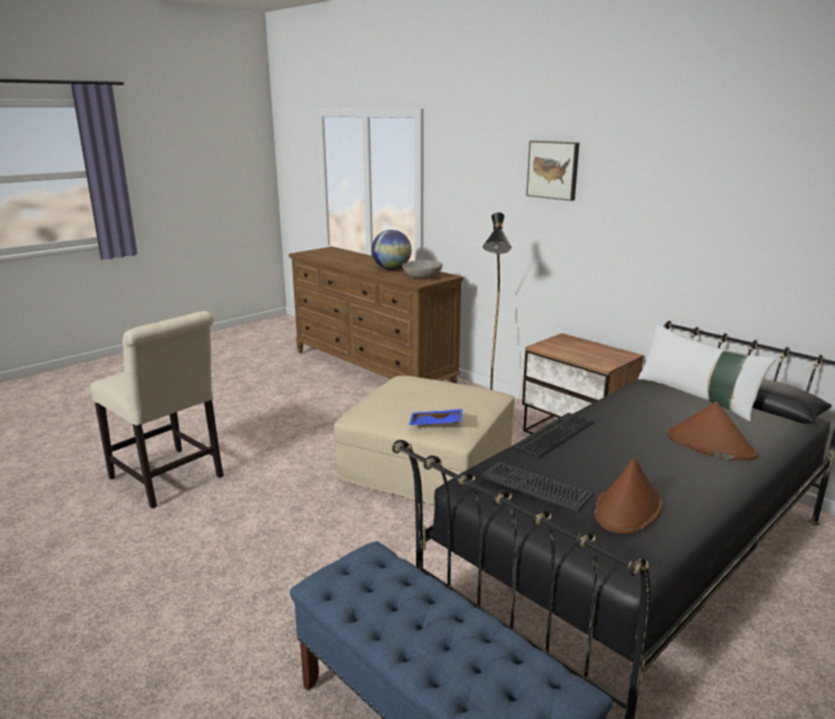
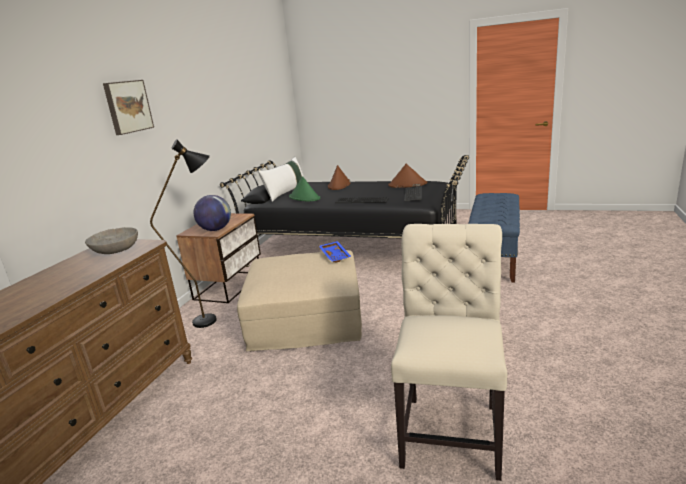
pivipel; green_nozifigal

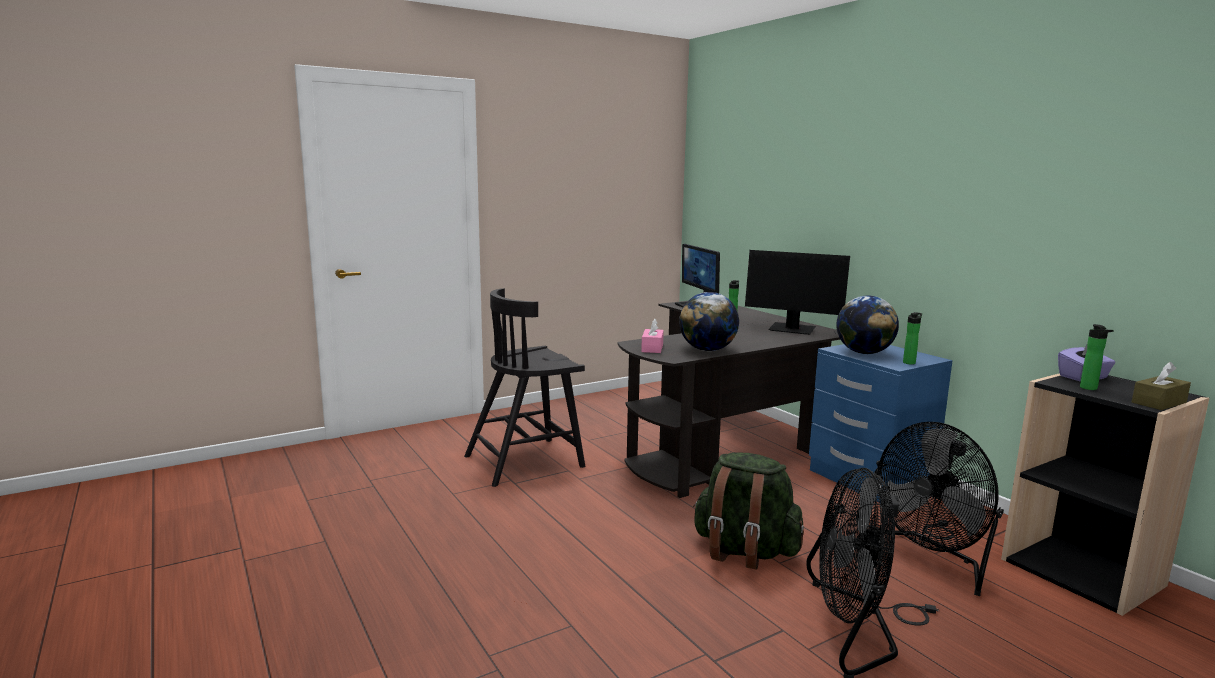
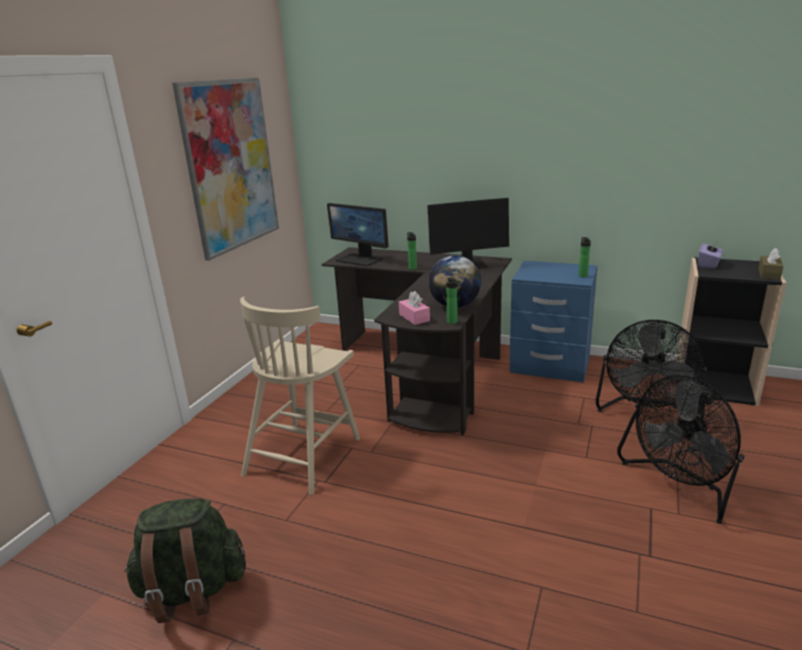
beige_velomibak; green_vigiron; pivipel (no. 2 from left in the first image); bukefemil (no. 2 from left); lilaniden

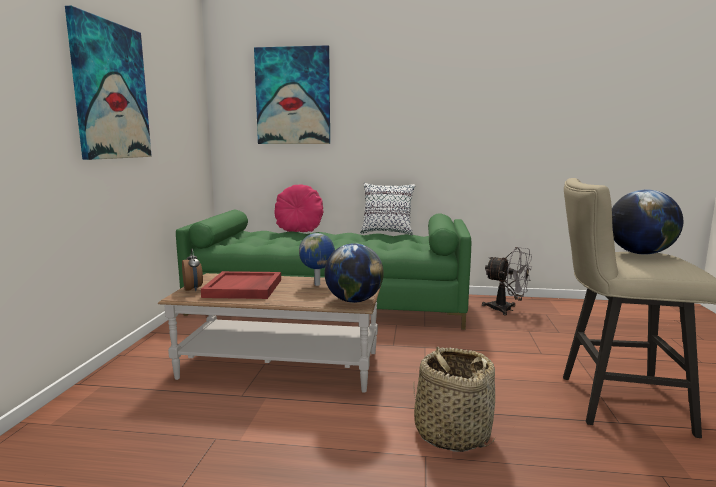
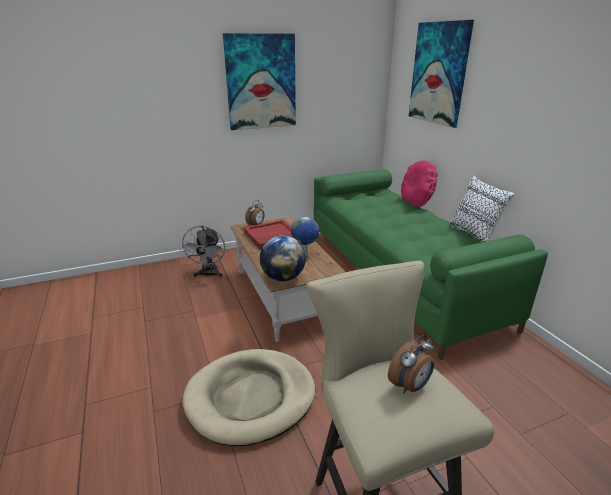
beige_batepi; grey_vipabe; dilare (no. 2 from left)

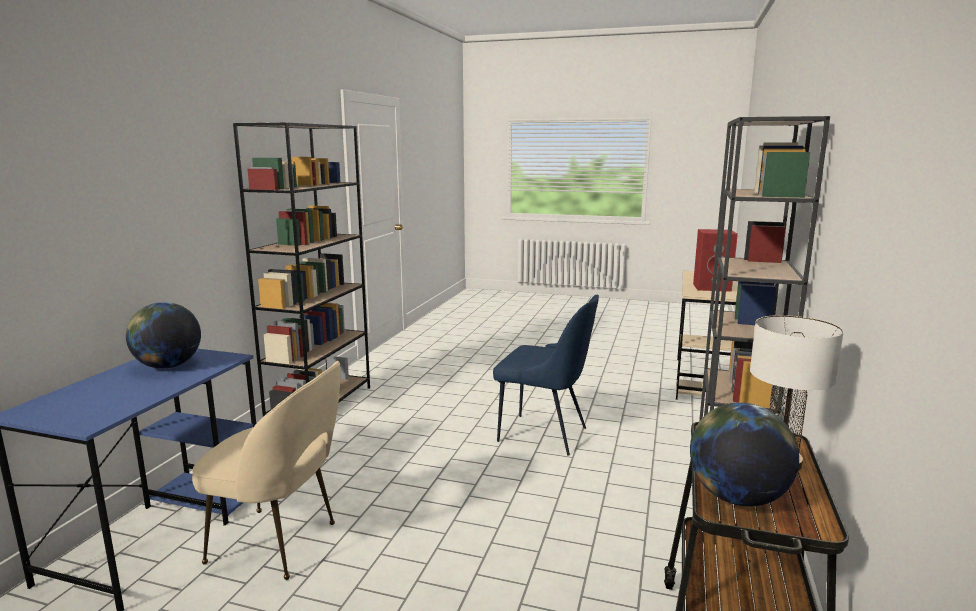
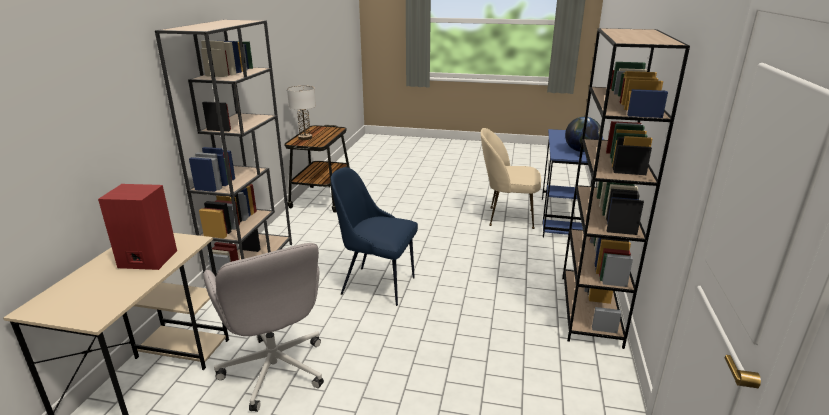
pivipel (no. 2 from left in the first image); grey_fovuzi

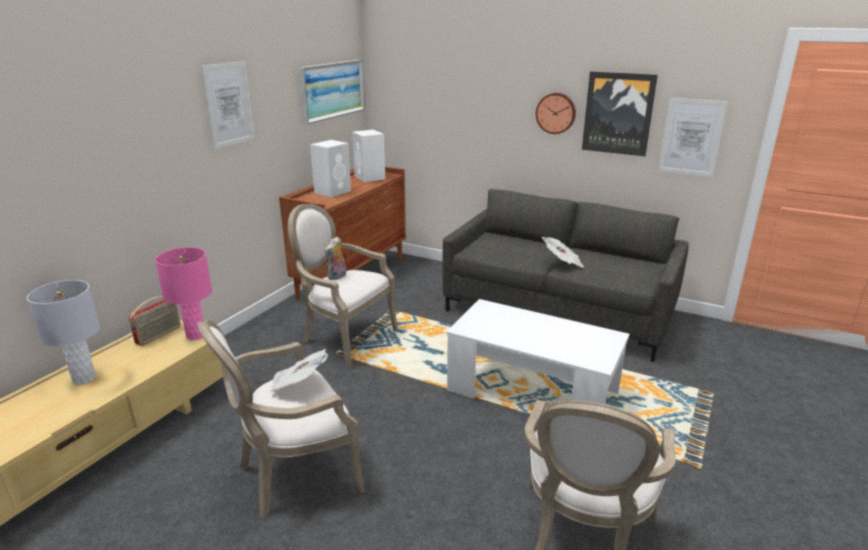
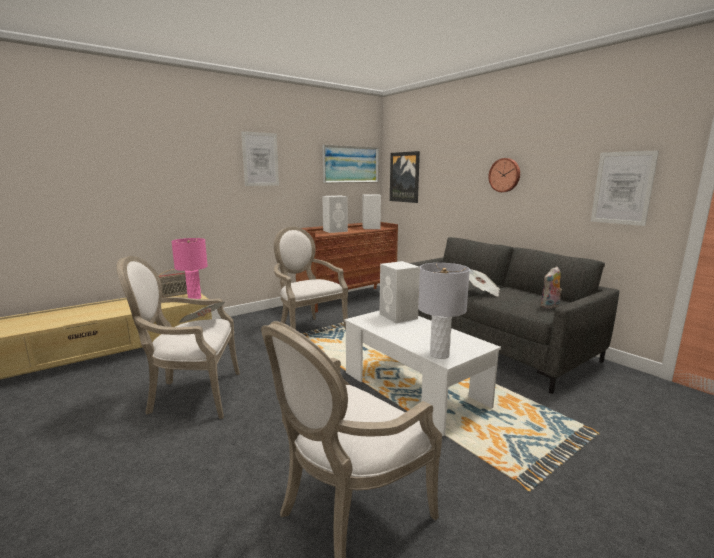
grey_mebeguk; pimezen; lilaniden (no. 3 from left); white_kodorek (no. 3 from left)

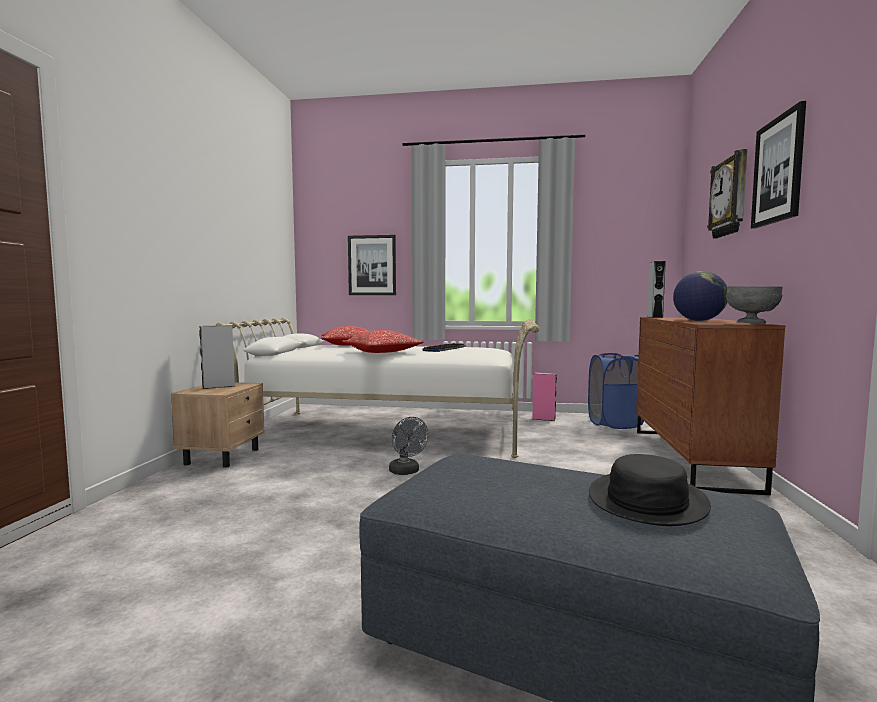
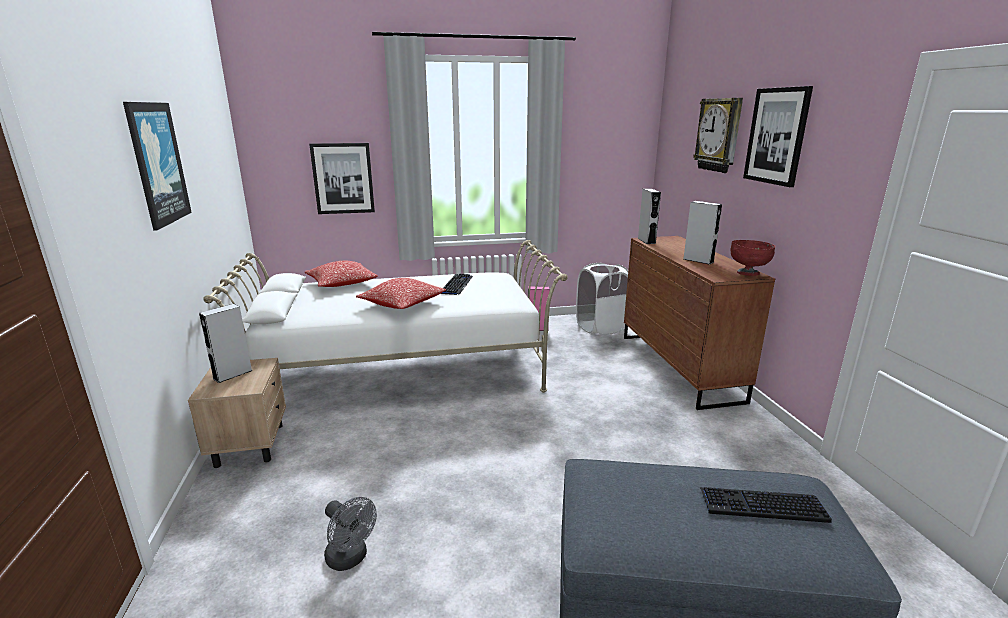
grey_vipabe; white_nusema; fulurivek (no. 2 from left); grey_kodorek (no. 3 from left); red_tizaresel; lilaniden (no. 1 from left)

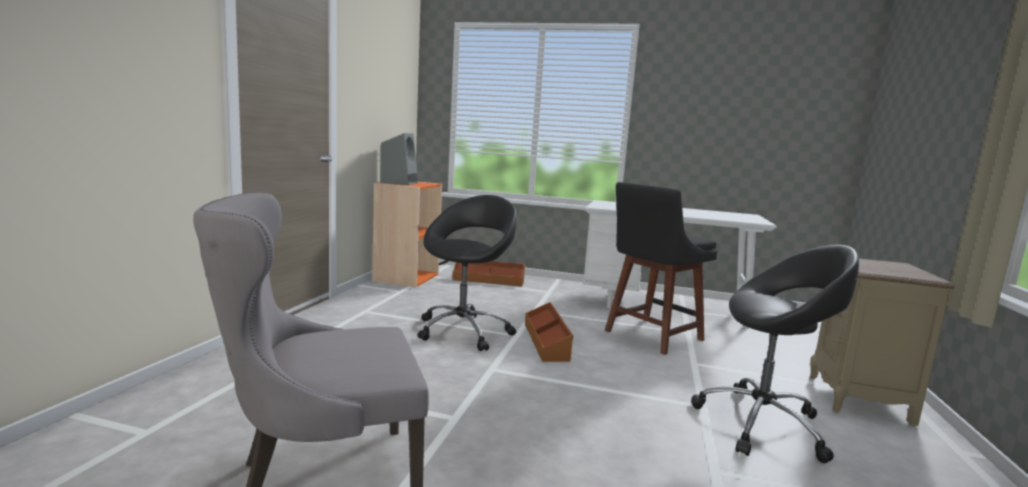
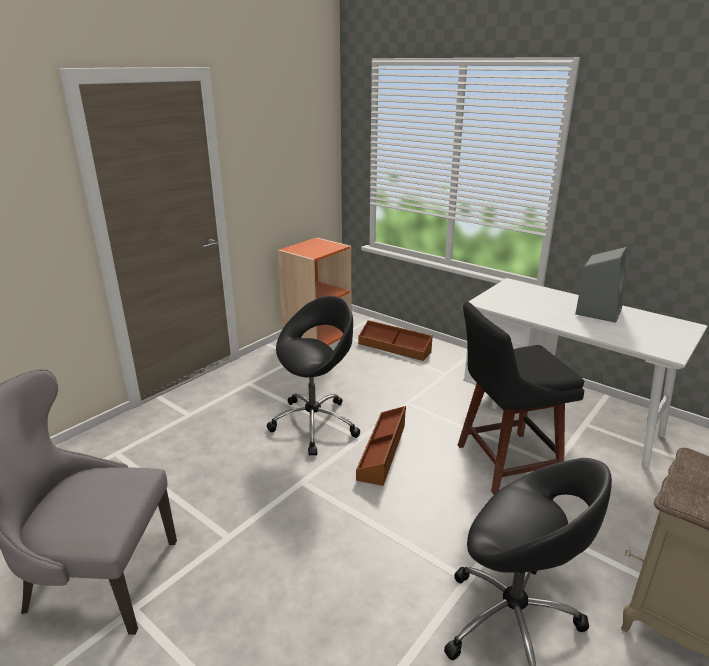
grey_kodorek

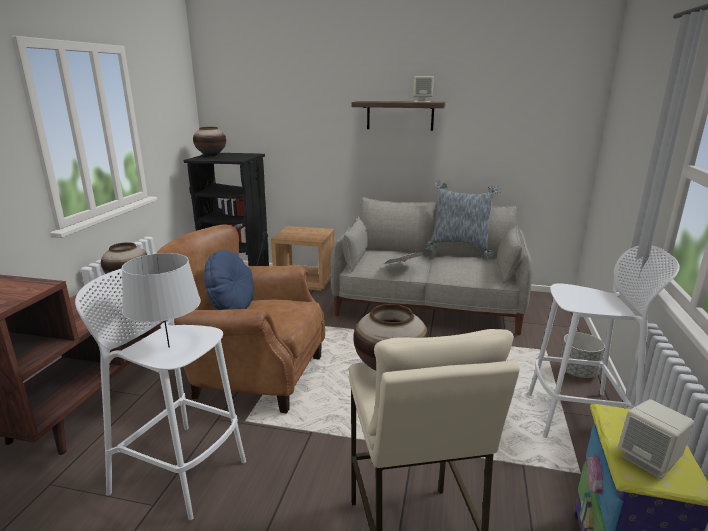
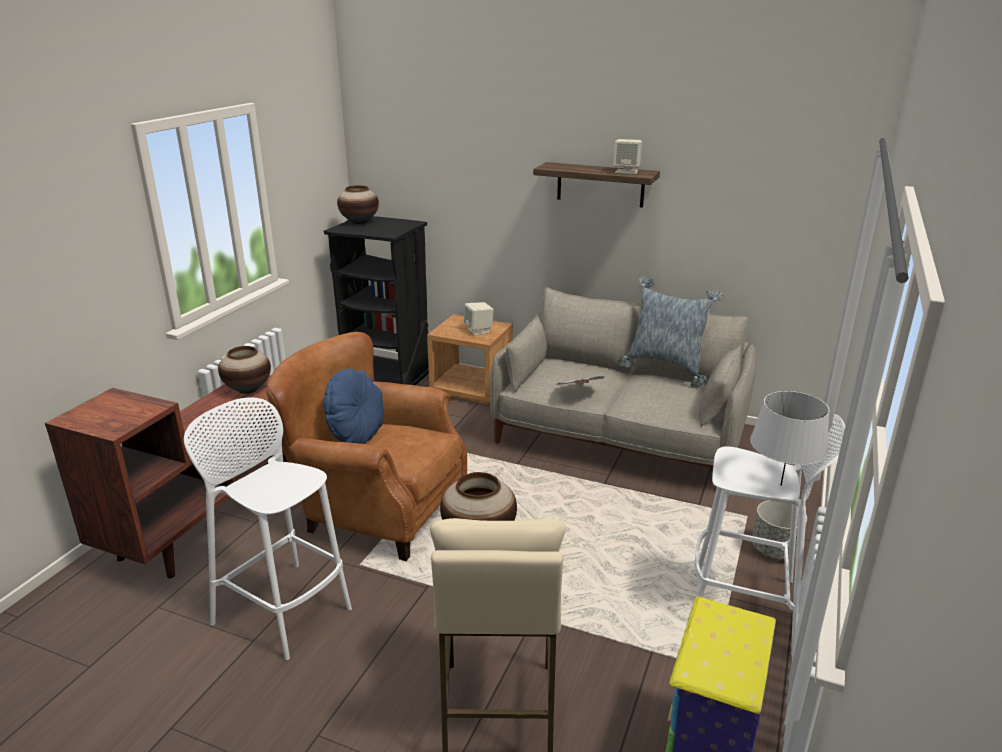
grey_mebeguk; beige_kodorek (no. 1 from left)

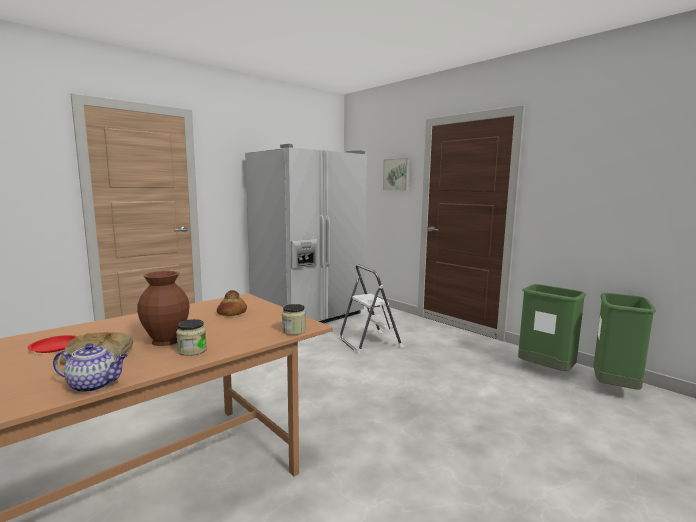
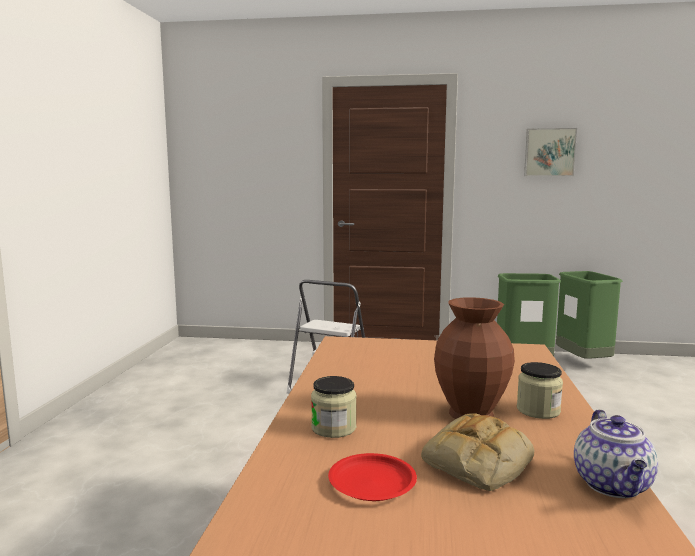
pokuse; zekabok (no. 2 from left in the first image); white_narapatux; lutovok (no. 1 from left); lilaniden

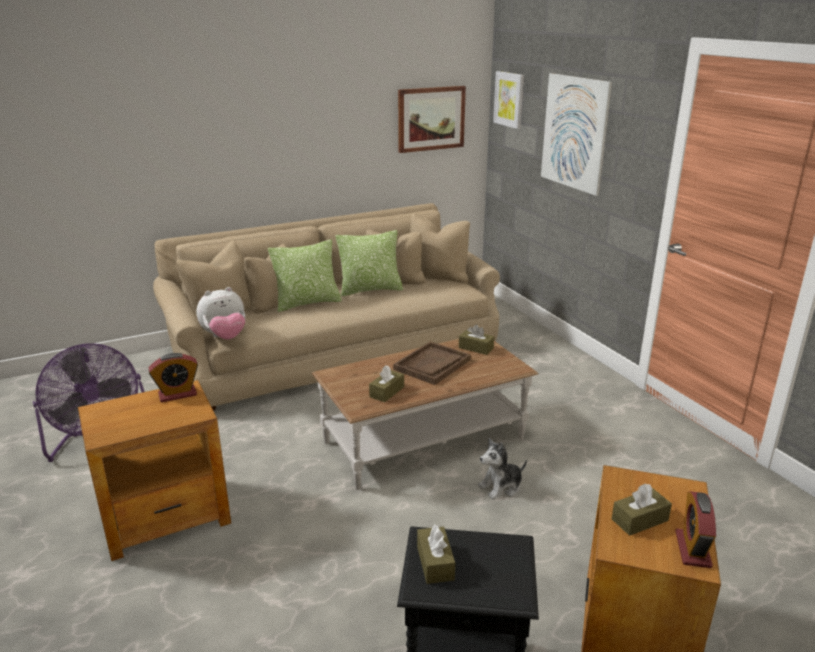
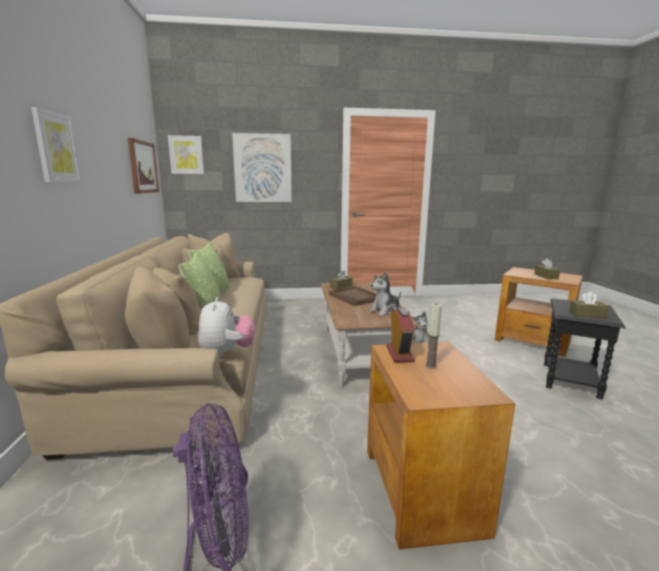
pimezen (no. 2 from left); dilare (no. 2 from left in the first image); lilaniden (no. 1 from left); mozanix

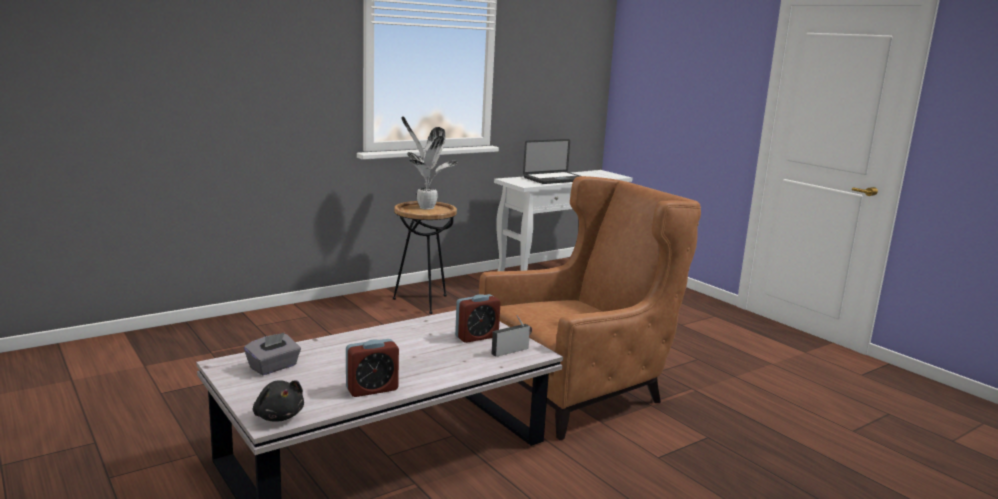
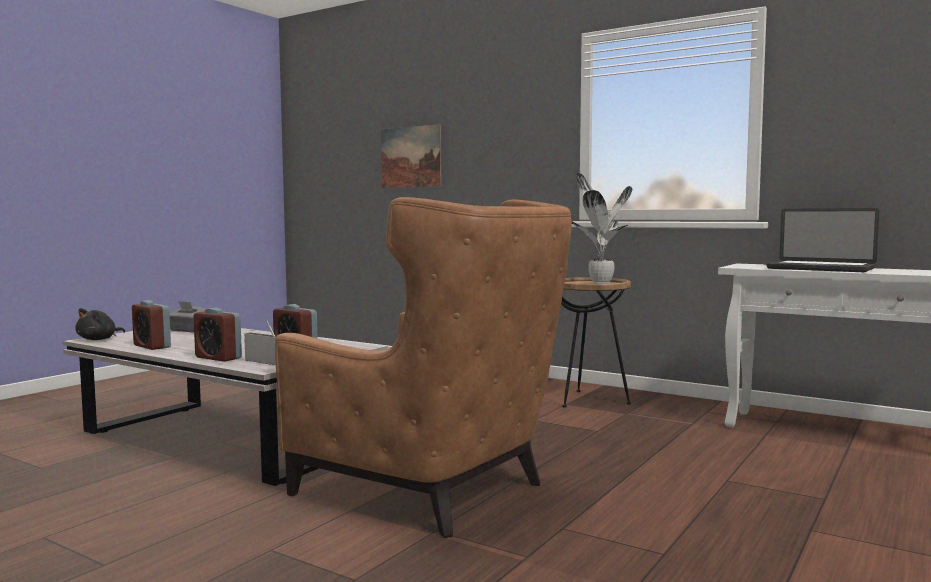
dilare (no. 2 from left); lilaniden

